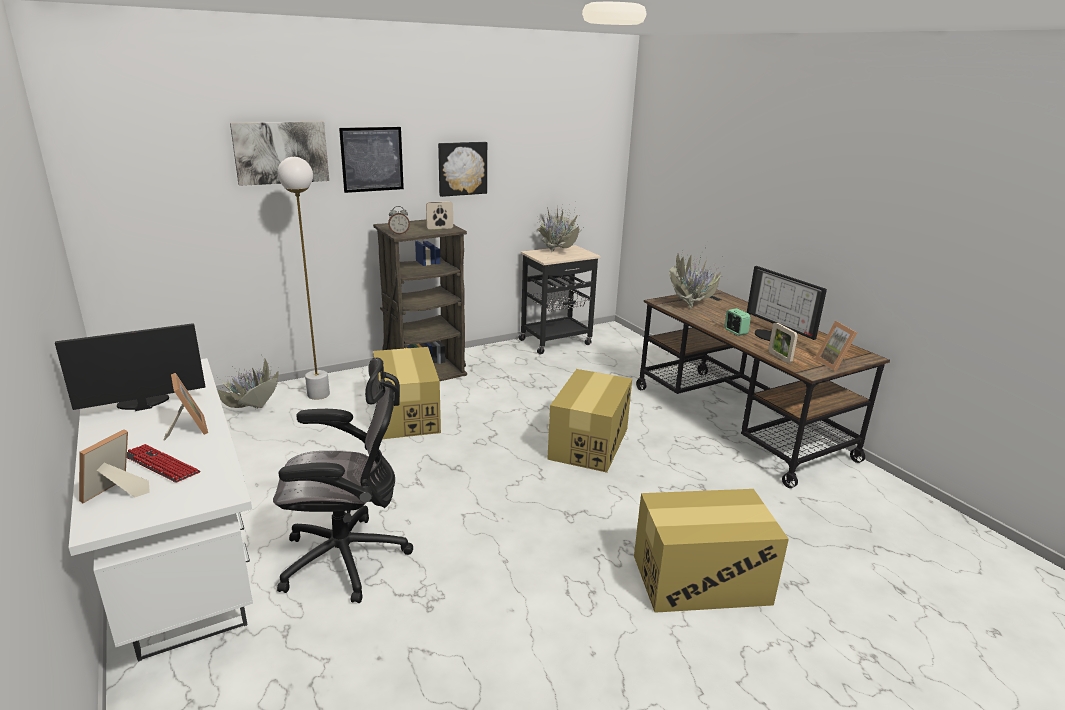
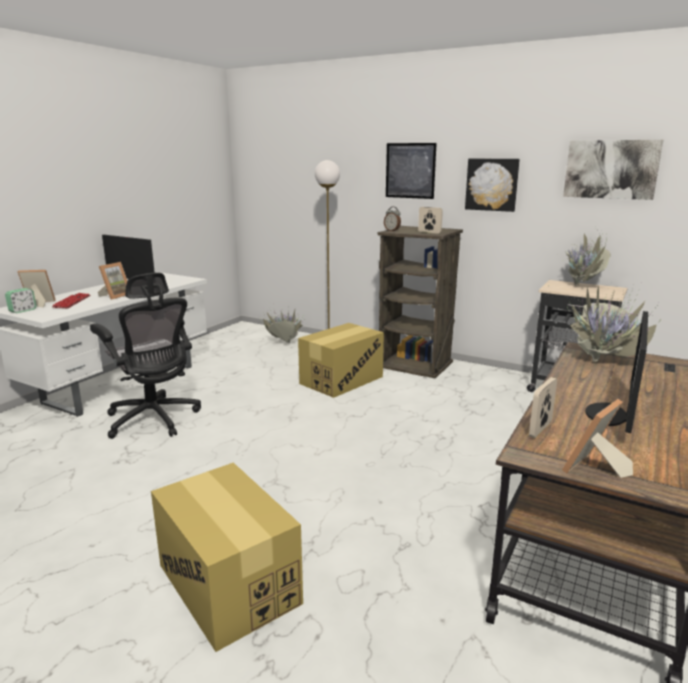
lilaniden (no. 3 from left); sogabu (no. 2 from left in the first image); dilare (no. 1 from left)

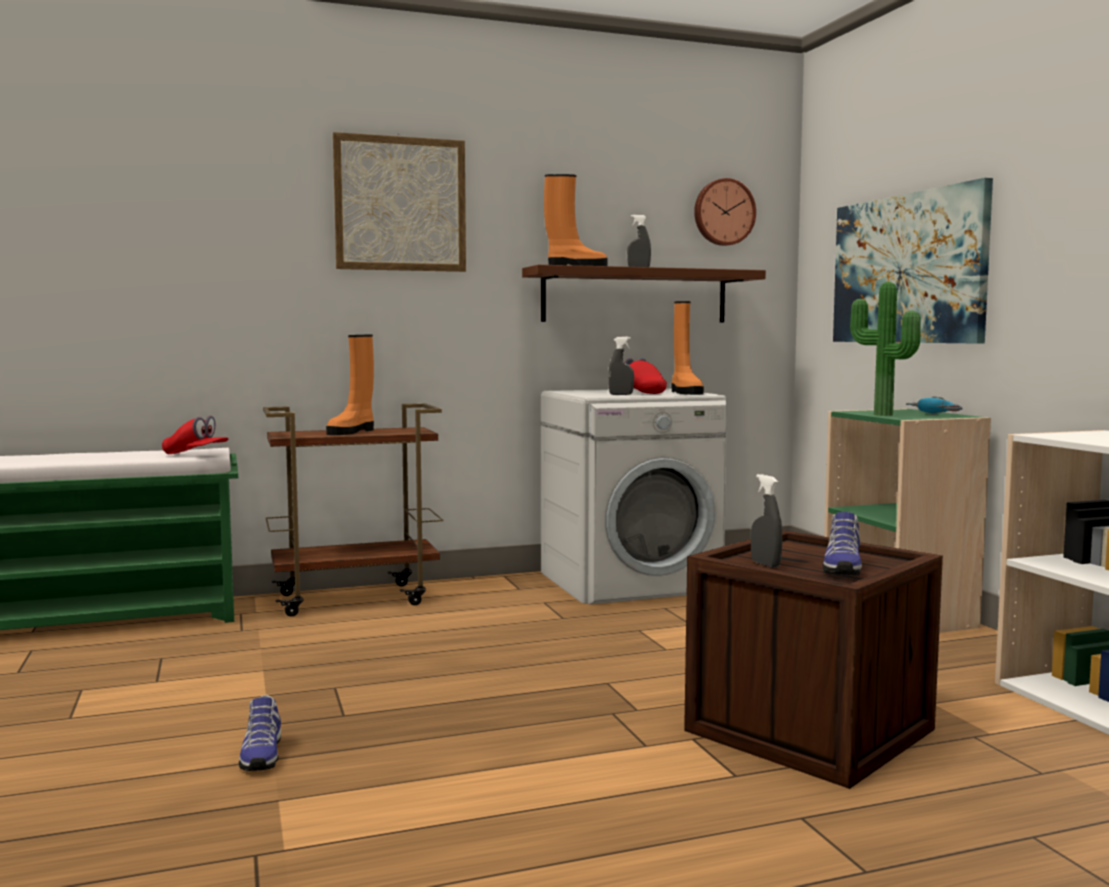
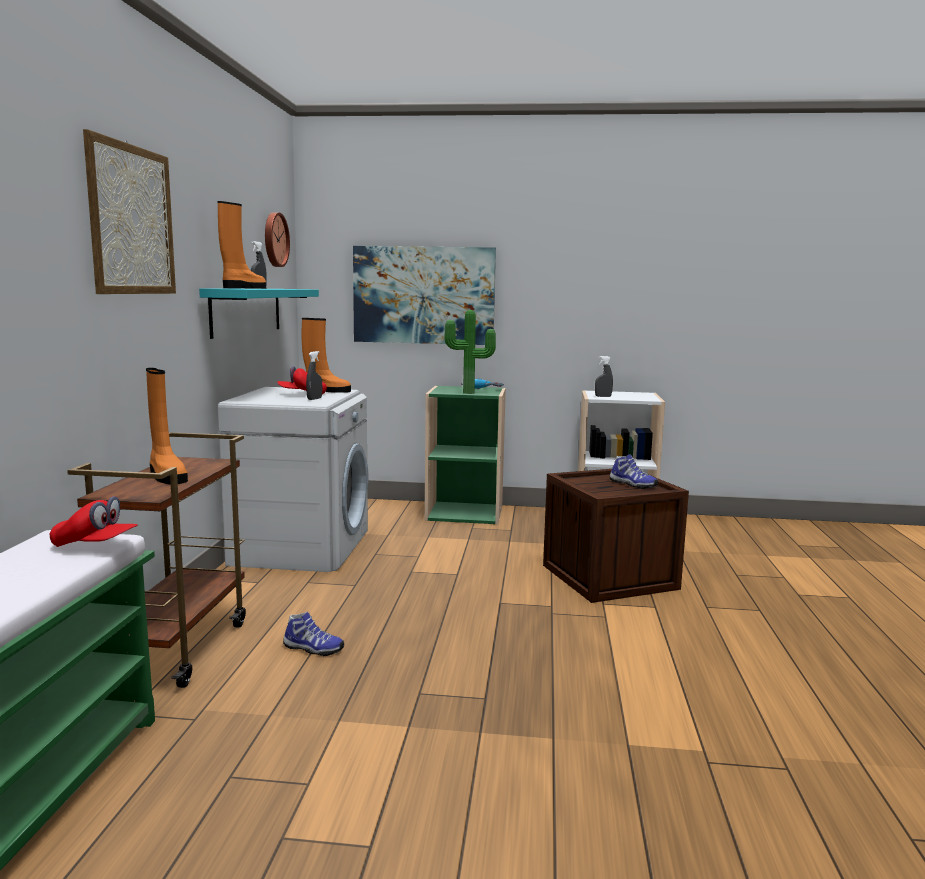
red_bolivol (no. 1 from left); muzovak (no. 1 from left); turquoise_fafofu; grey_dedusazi (no. 3 from left)

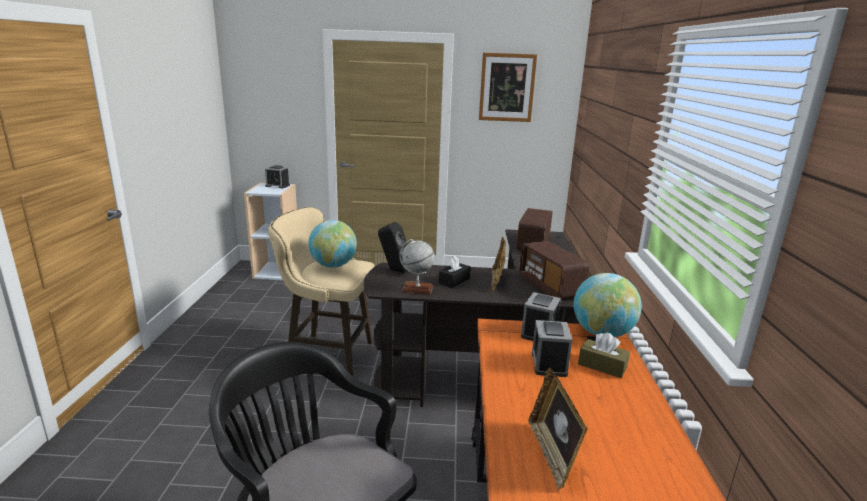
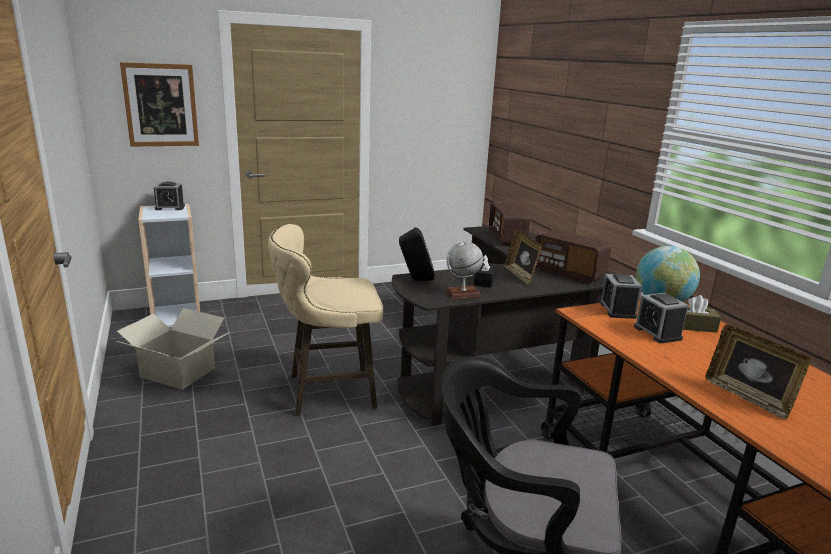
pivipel (no. 1 from left in the first image); lilaniden; sogabu

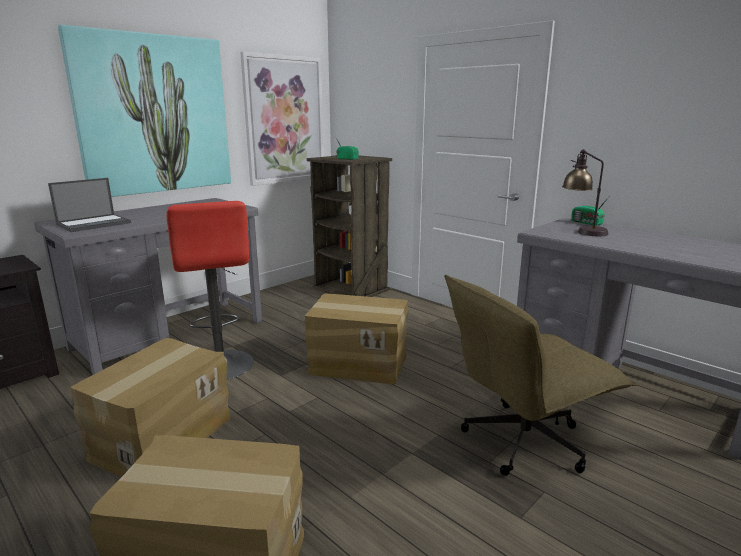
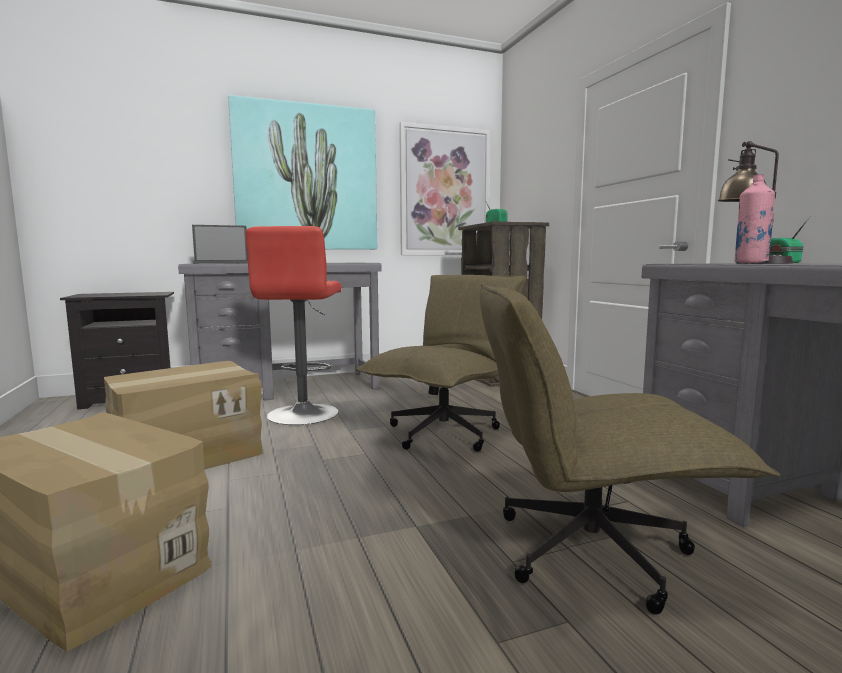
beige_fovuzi (no. 1 from left); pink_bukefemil

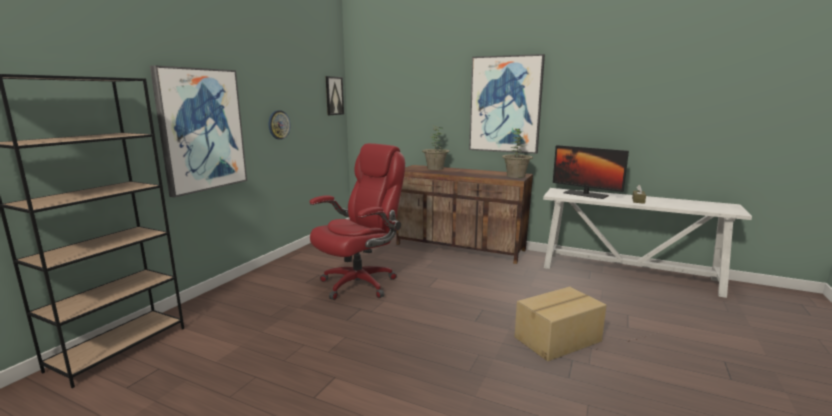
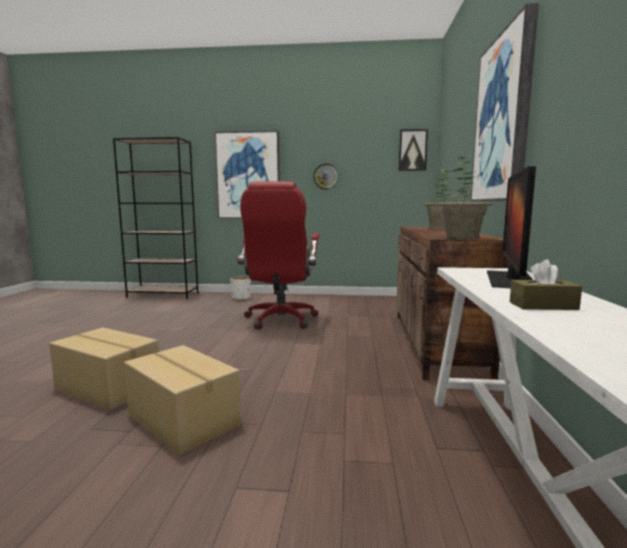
red_fovuzi; sogabu (no. 1 from left); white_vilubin

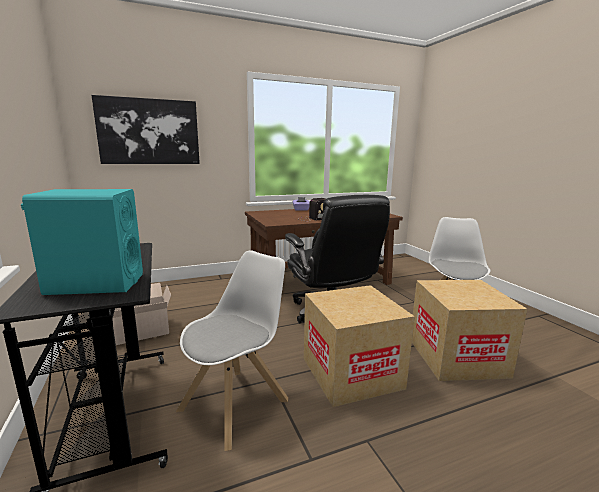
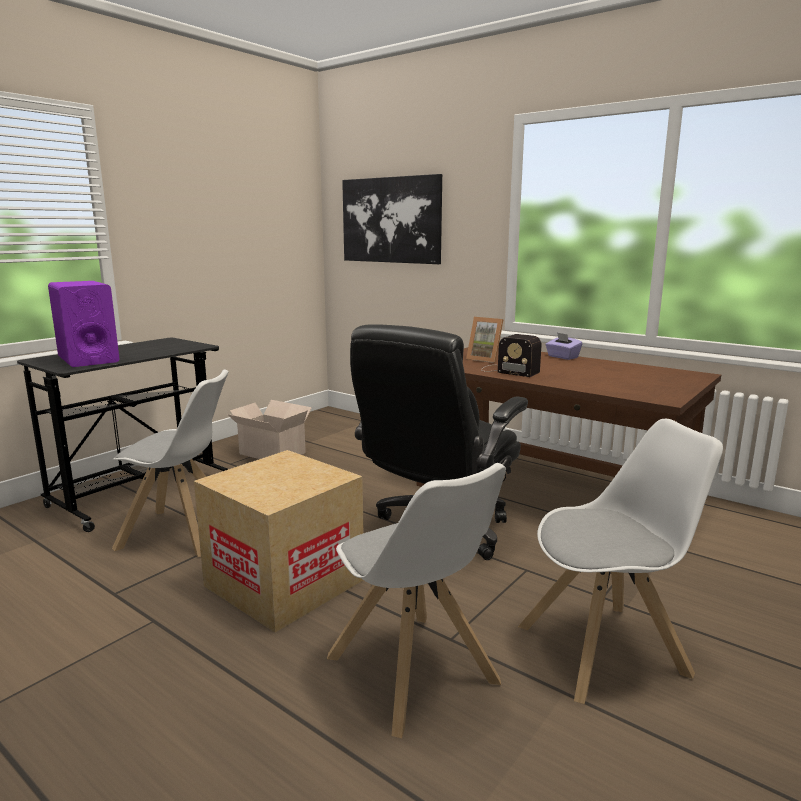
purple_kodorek; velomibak (no. 2 from left); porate

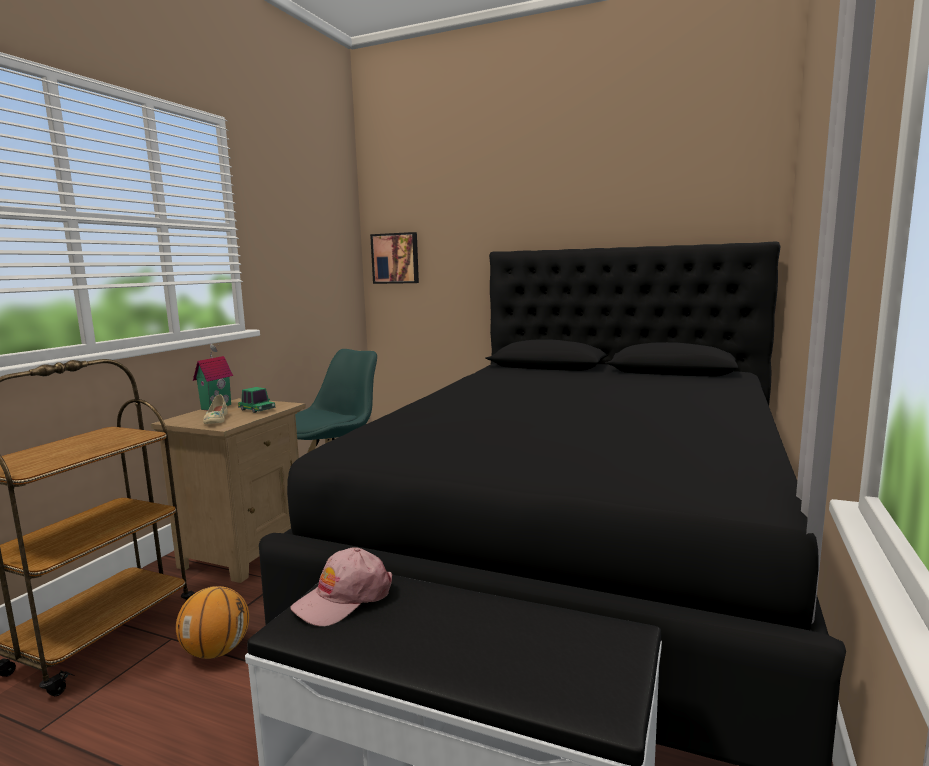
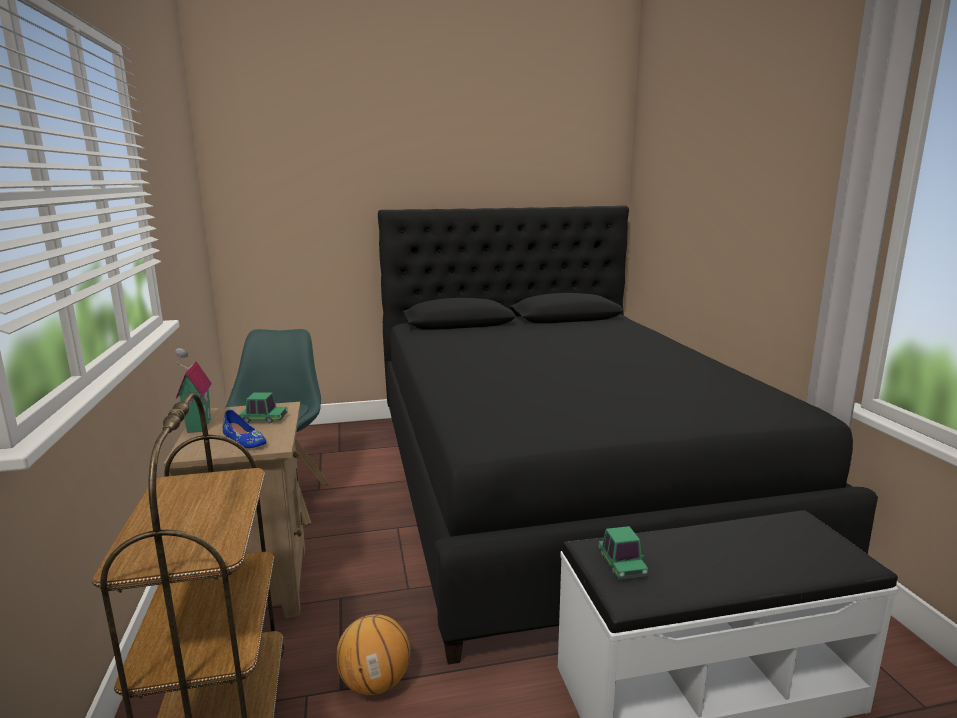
blue_muzovak; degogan (no. 2 from left); lilaniden

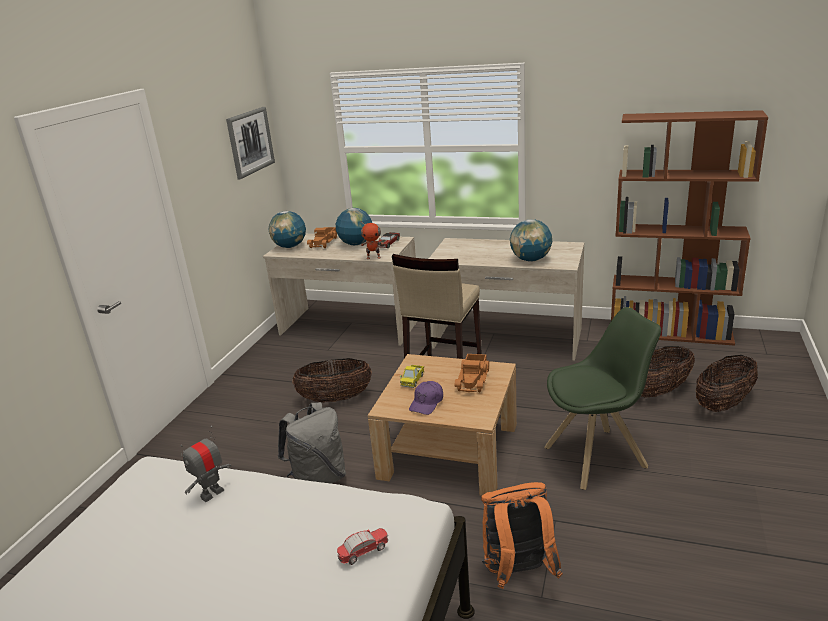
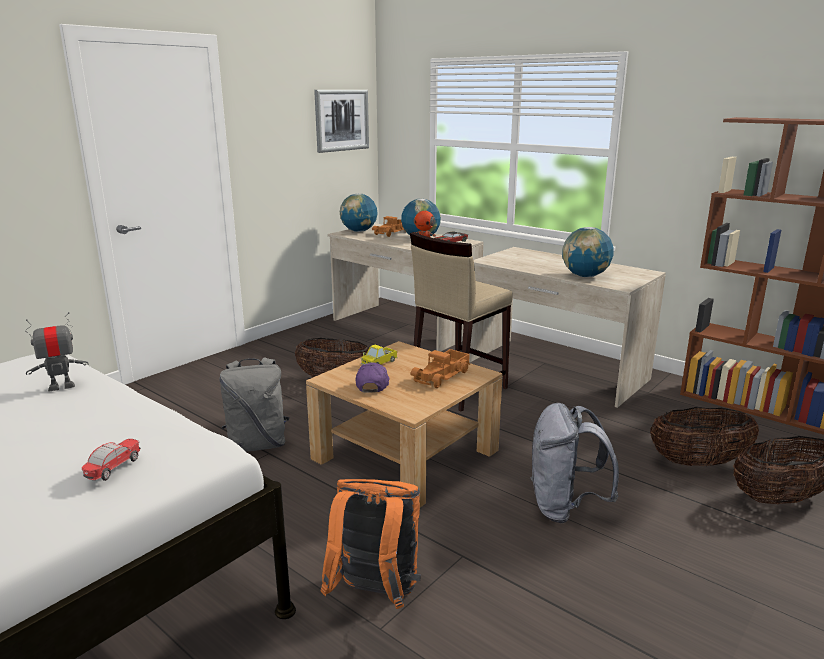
degogan (no. 1 from left); purple_bolivol; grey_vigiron (no. 2 from left)

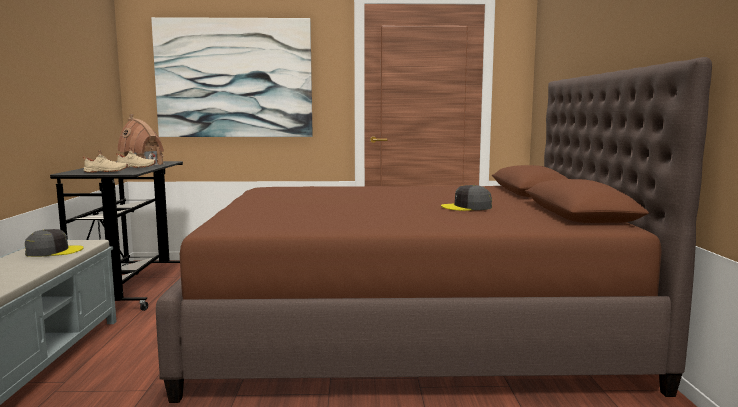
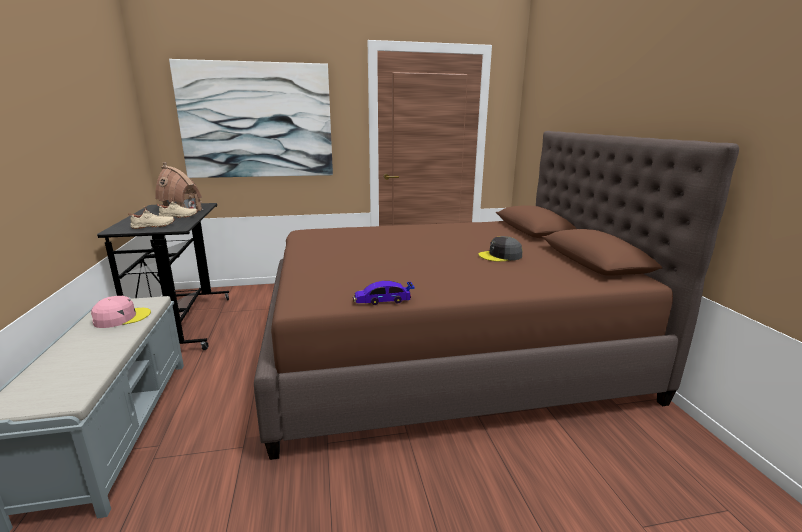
pink_bolivol; degogan

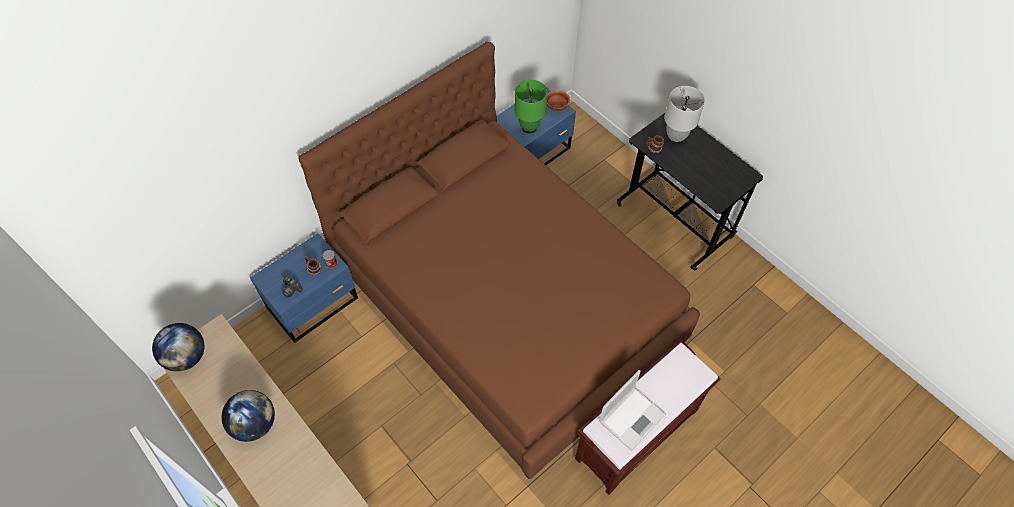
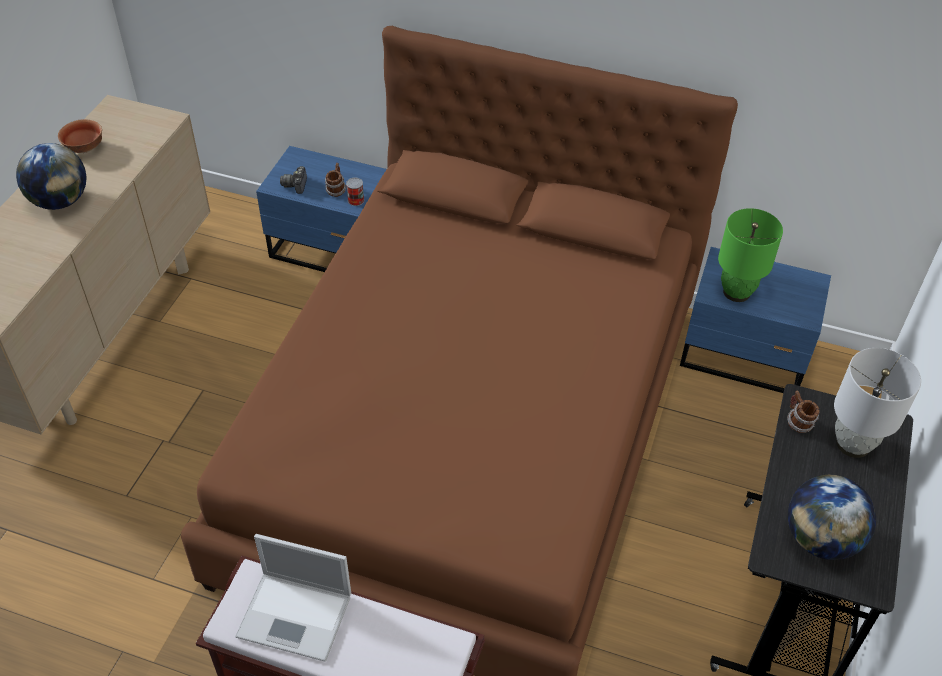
pivipel (no. 2 from left); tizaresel

